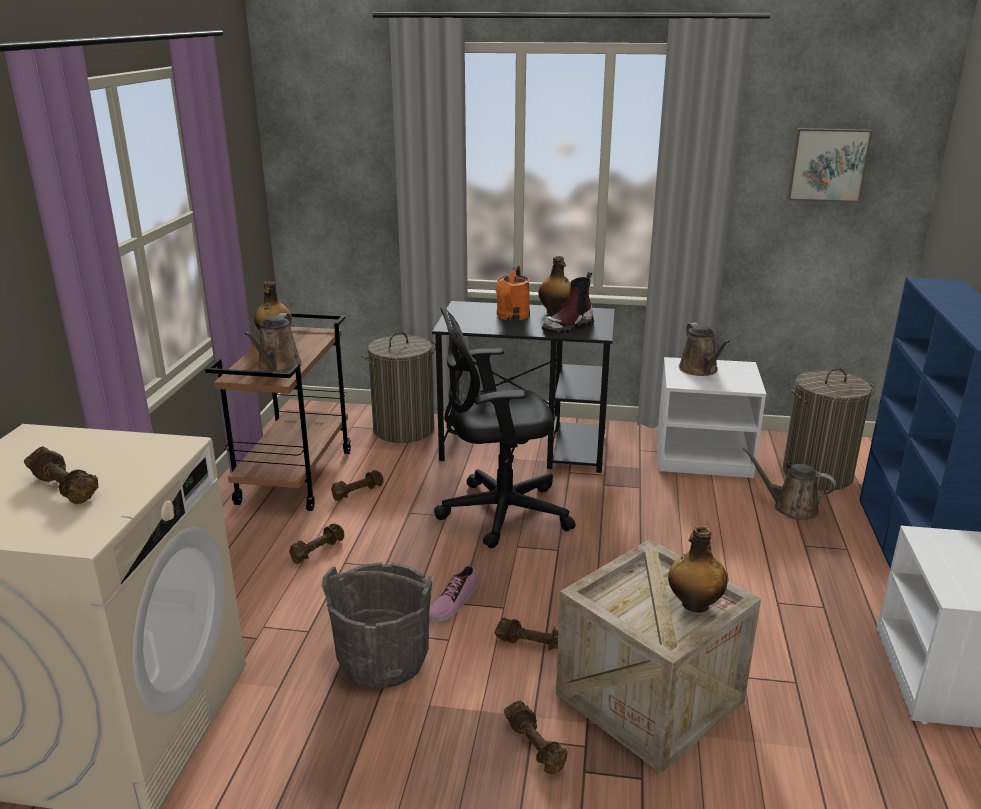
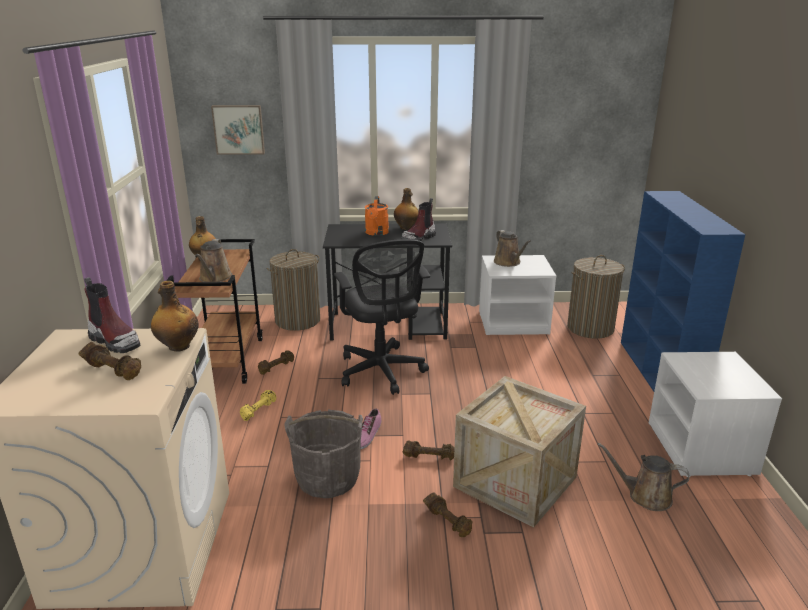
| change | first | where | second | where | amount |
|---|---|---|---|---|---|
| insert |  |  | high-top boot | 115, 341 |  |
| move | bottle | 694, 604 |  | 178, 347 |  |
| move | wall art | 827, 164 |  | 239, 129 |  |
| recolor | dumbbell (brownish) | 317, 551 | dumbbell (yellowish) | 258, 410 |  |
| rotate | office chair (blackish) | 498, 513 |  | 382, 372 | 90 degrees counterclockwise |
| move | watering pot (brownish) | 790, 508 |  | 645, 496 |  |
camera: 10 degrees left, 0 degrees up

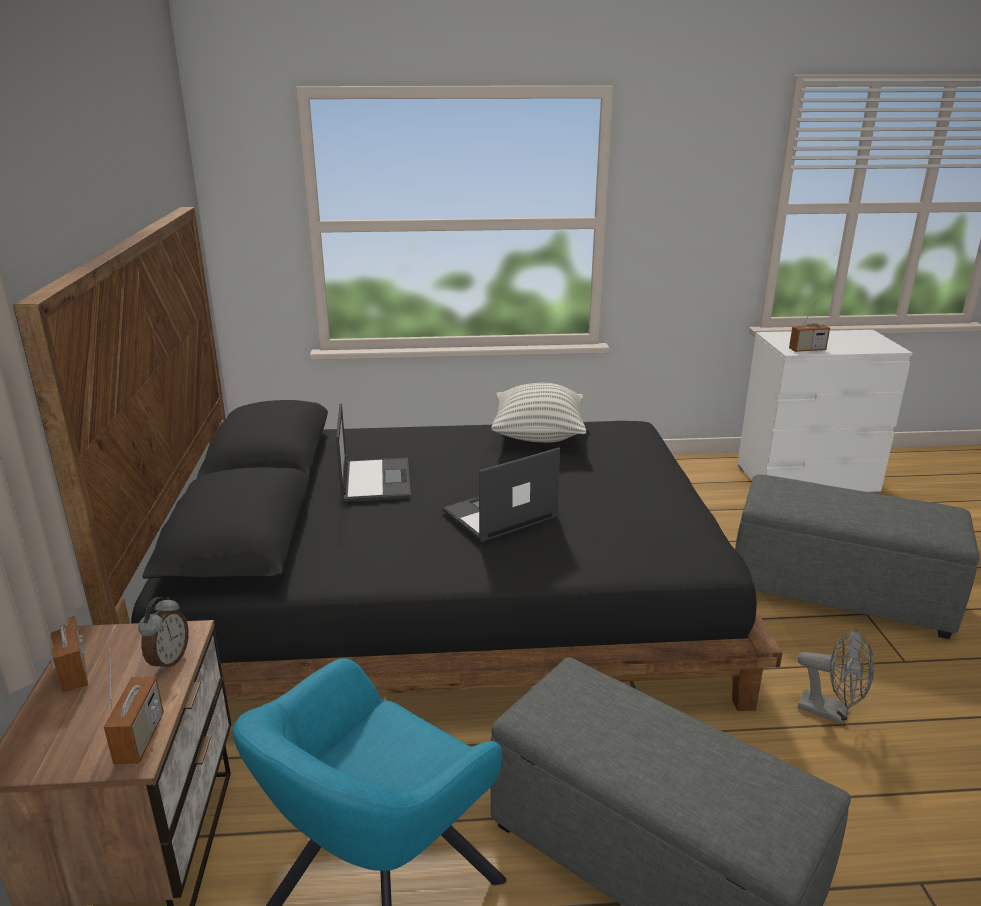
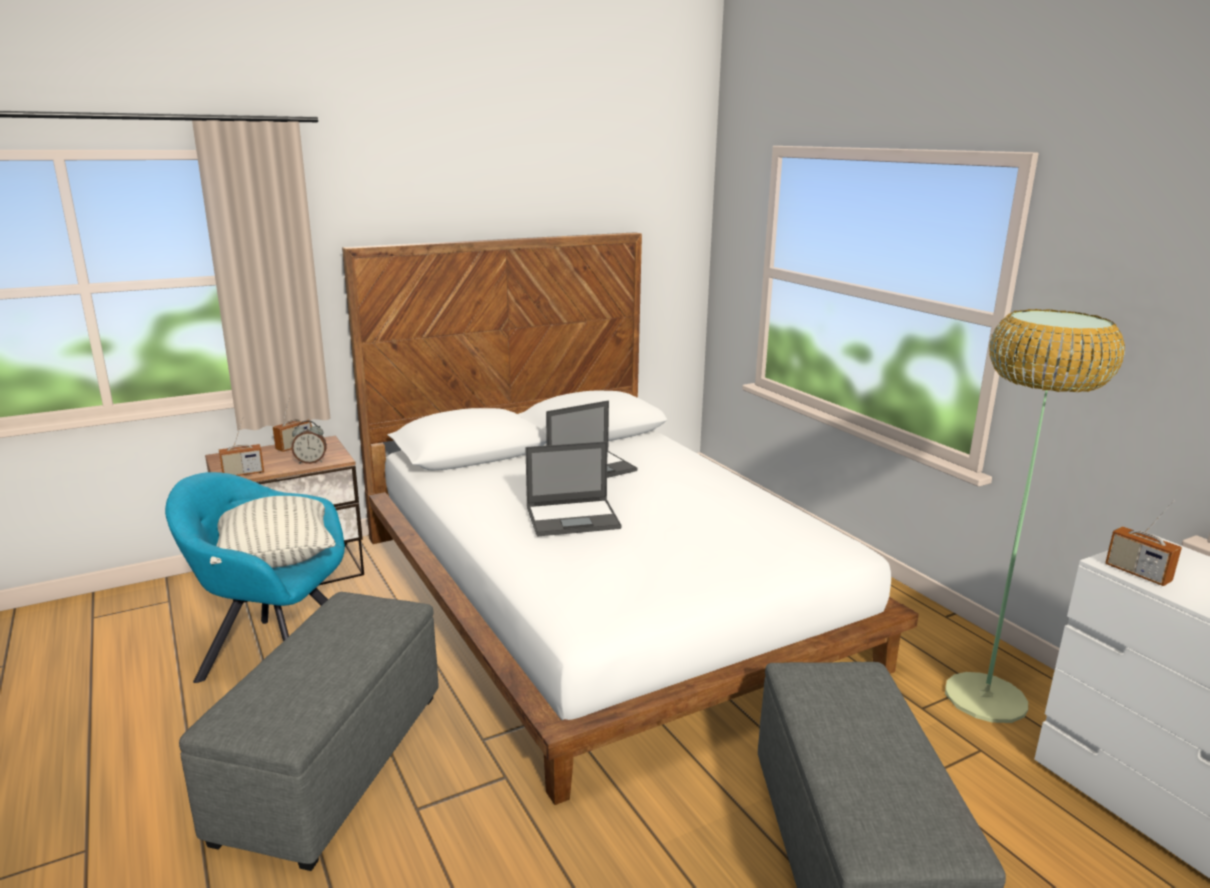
| change | first | where | second | where | amount |
|---|---|---|---|---|---|
| move | cushion | 538, 436 |  | 277, 557 |  |
| recolor | sleeping bed (blackish) | 448, 597 | sleeping bed (white-coloured) | 603, 597 |  |
| rotate | portable computer | 499, 514 |  | 574, 518 | 135 degrees clockwise |
| insert |  |  | floor lamp | 986, 698 |  |
| delete | electric fan (greyish) | 831, 712 |  |  |  |
camera: 65 degrees right, 5 degrees down

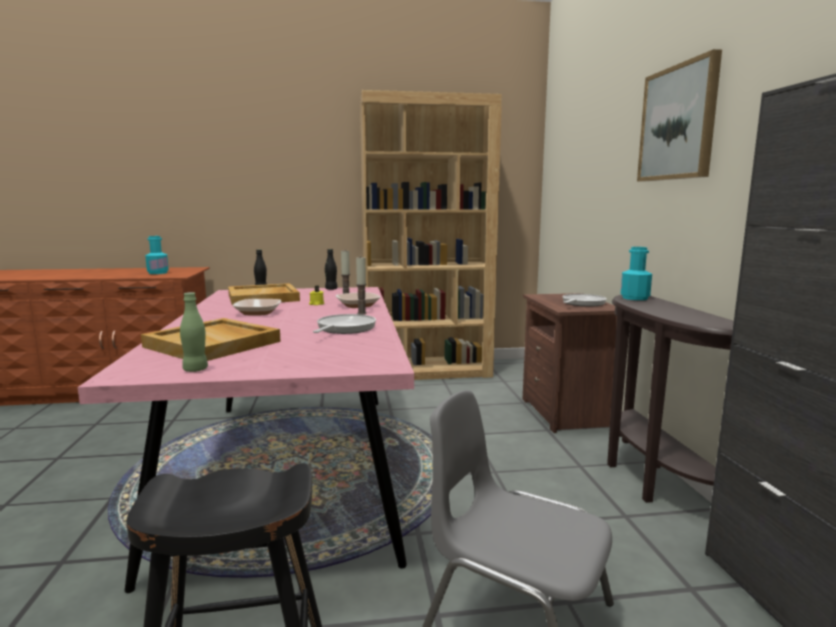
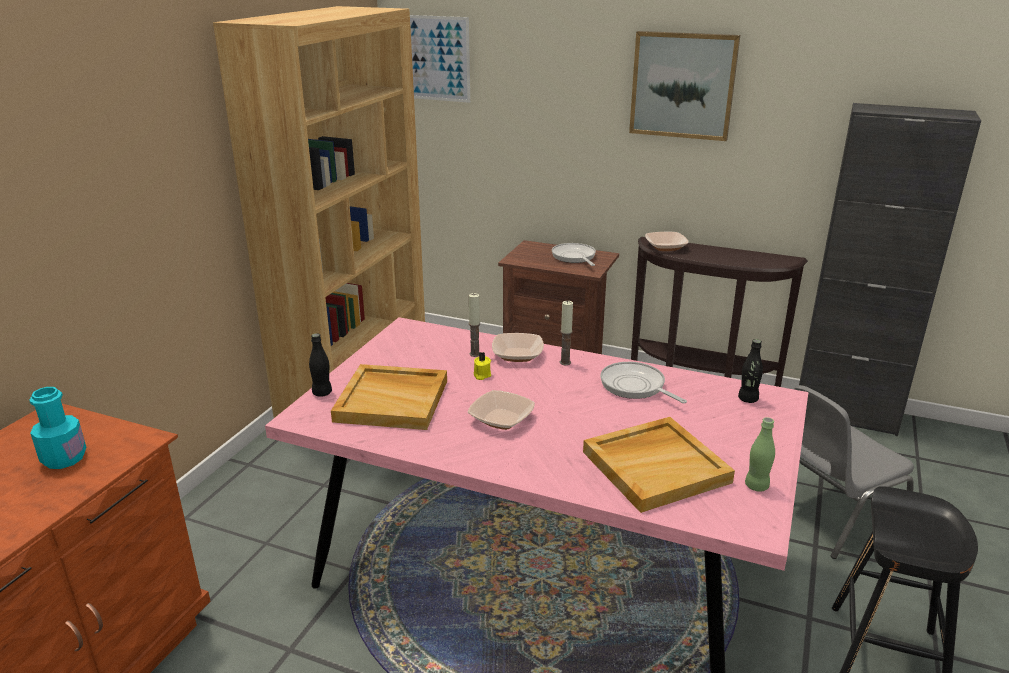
| change | first | where | second | where | amount |
|---|---|---|---|---|---|
| insert |  |  | wall art | 433, 58 |  |
| replace | bottle (blue-green) | 634, 298 | deep dish | 665, 247 |  |
| move | bottle (blackish) | 331, 289 |  | 747, 399 |  |
camera: 60 degrees left, 15 degrees up

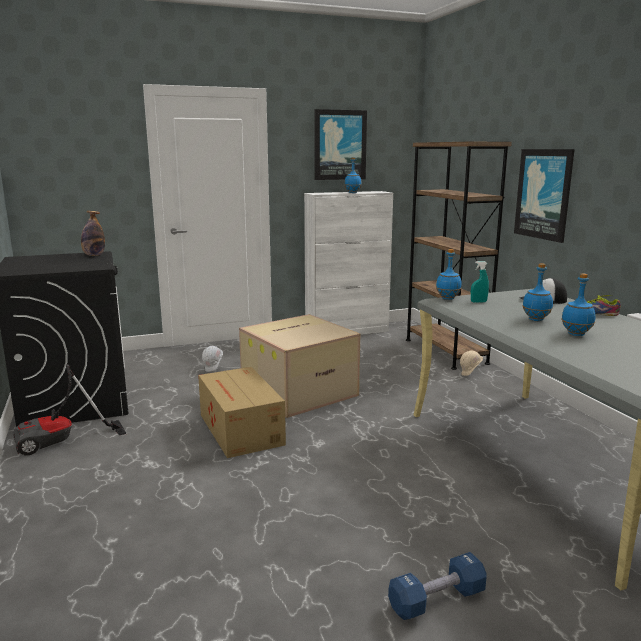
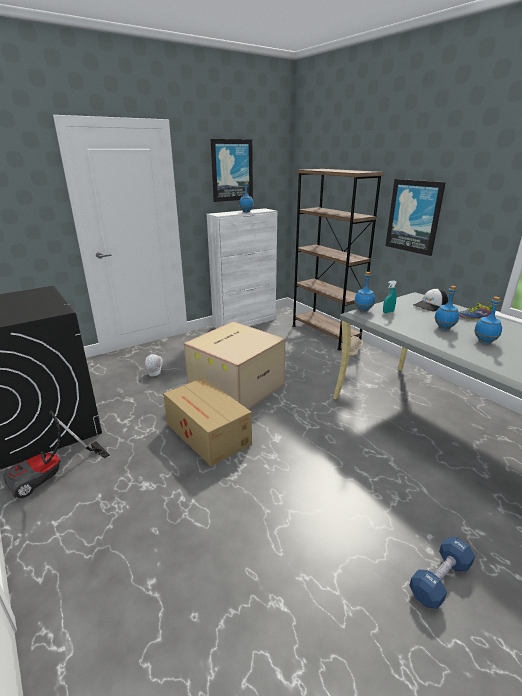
| change | first | where | second | where | amount |
|---|---|---|---|---|---|
| delete | bottle | 94, 255 |  |  |  |
camera: 15 degrees left, 10 degrees up

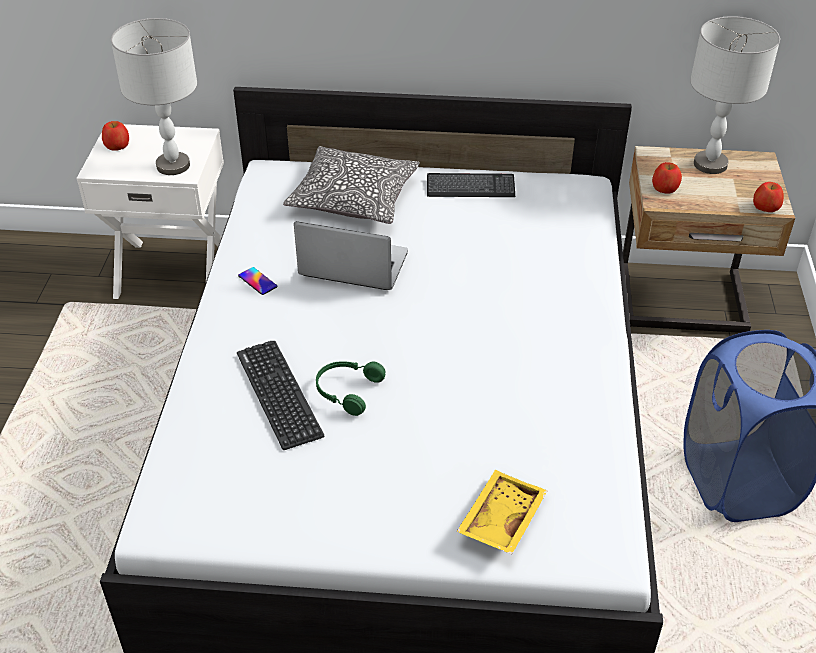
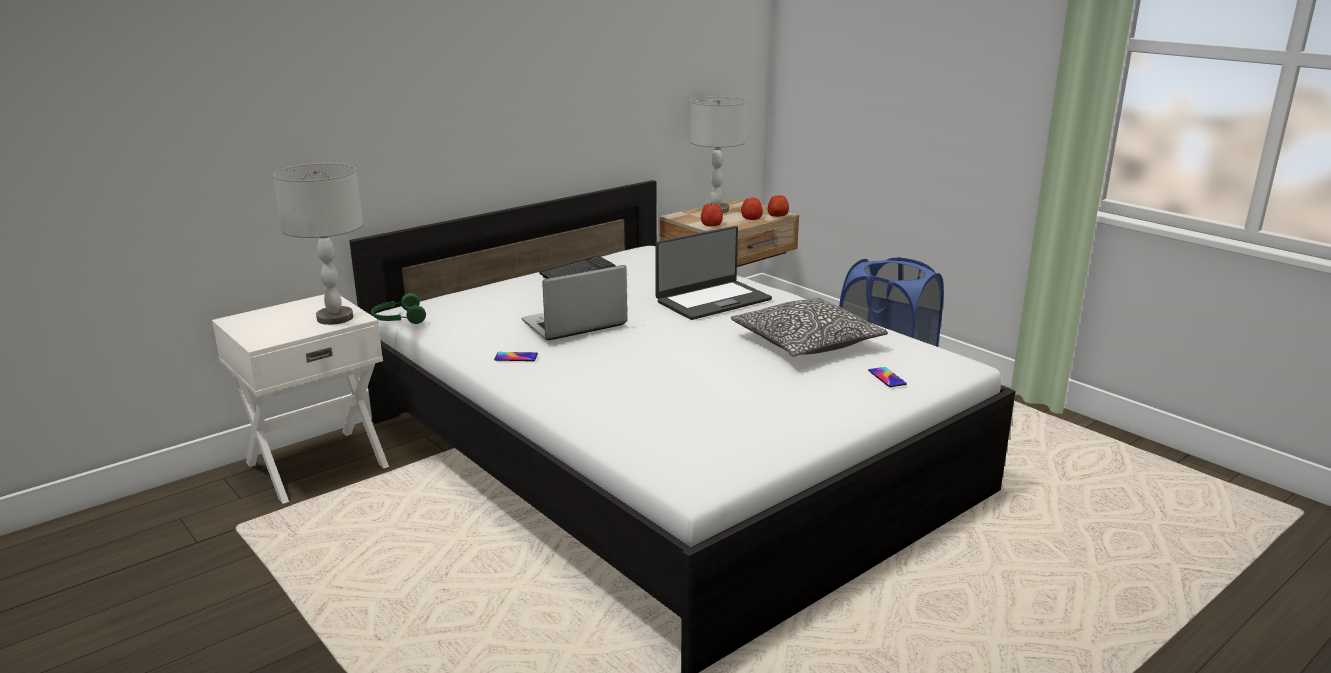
| change | first | where | second | where | amount |
|---|---|---|---|---|---|
| move | pair of headphones (greenish) | 347, 391 |  | 398, 319 |  |
| insert |  |  | portable computer | 712, 300 |  |
| move | cushion | 354, 198 |  | 806, 343 |  |
| move | whole apple | 117, 145 |  | 751, 218 |  |
| replace | serving tray (yellowish) | 500, 519 | handset | 887, 377 |  |
| delete | PC keyboard | 279, 394 |  |  |  |
camera: 45 degrees left, 20 degrees down

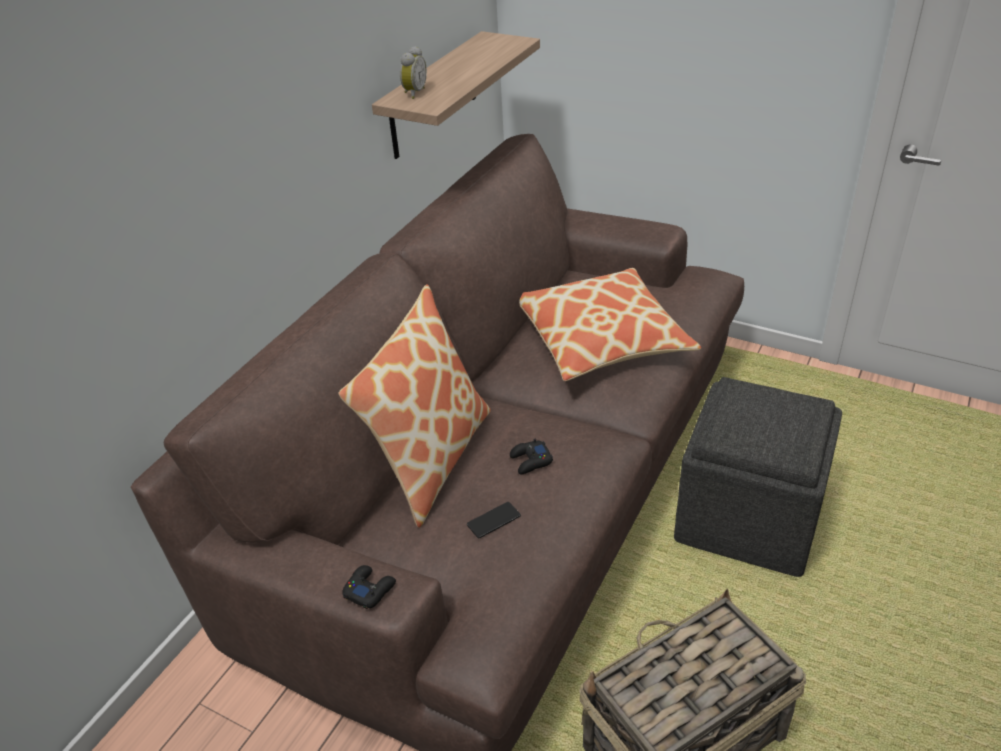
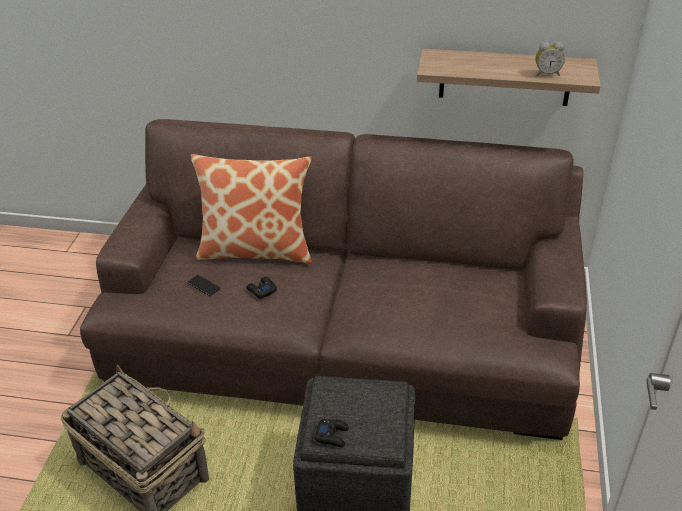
| change | first | where | second | where | amount |
|---|---|---|---|---|---|
| move | joypad (blackish) | 369, 589 |  | 332, 435 |  |
| move | table clock | 413, 93 |  | 547, 74 |  |
| delete | cushion | 601, 338 |  |  |  |
camera: 70 degrees right, 0 degrees up

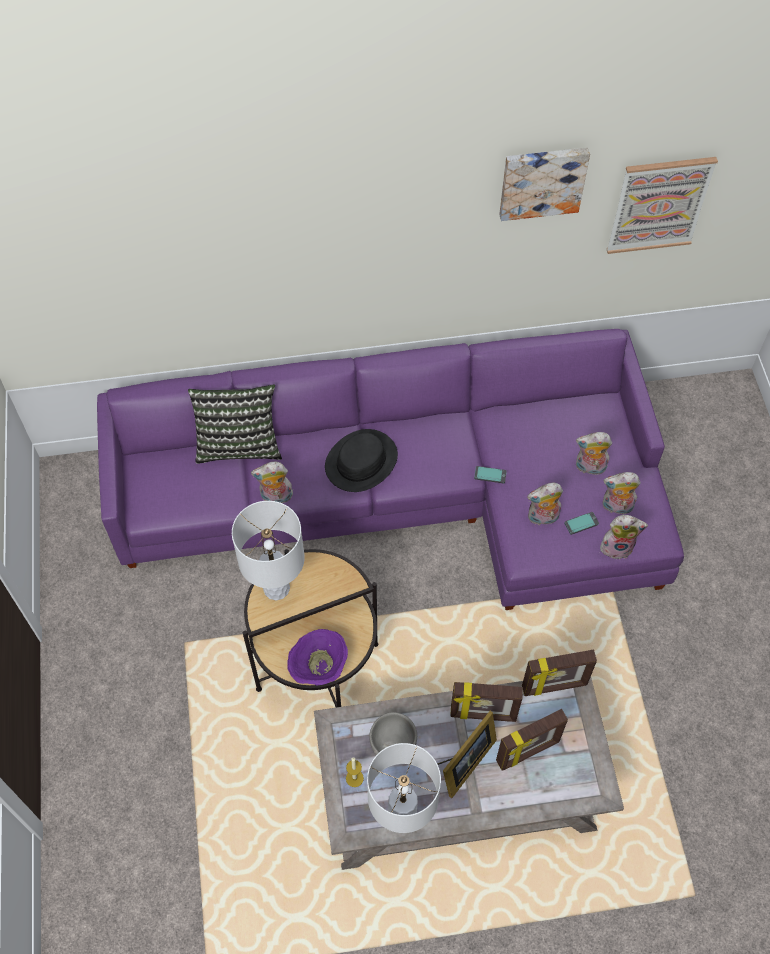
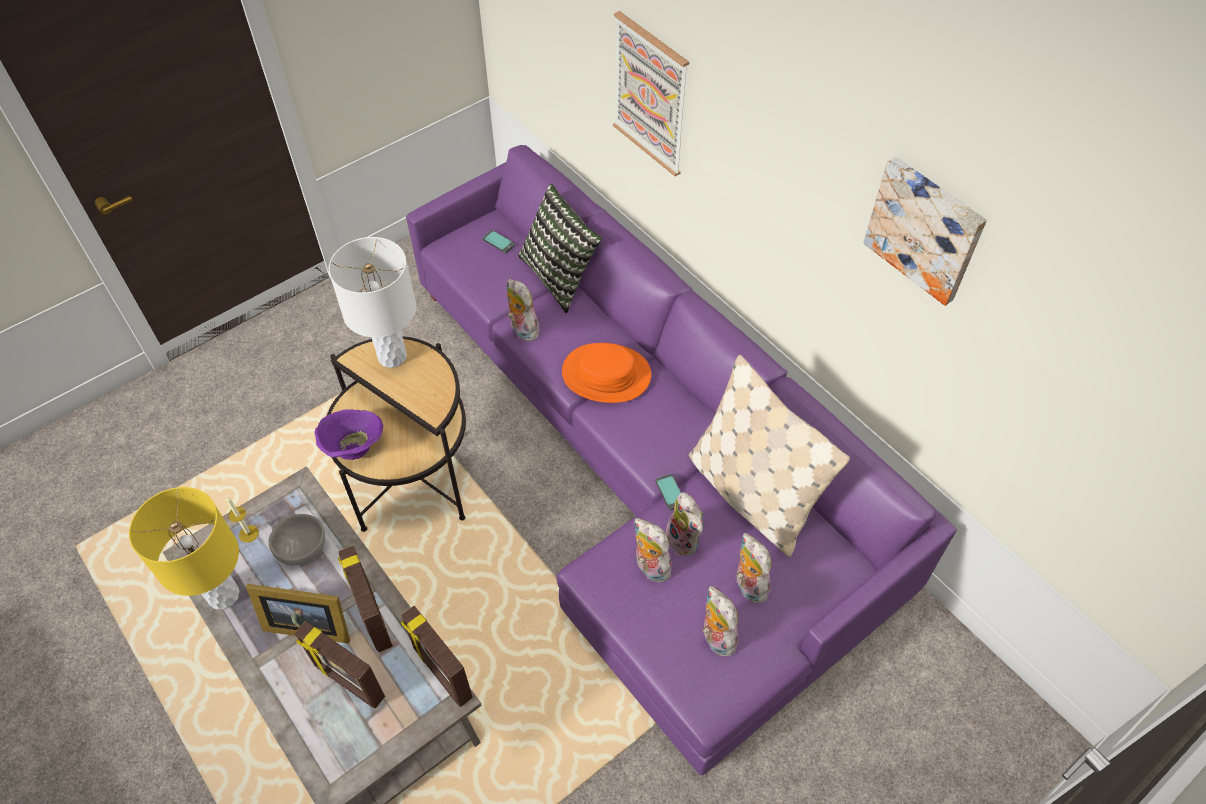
| change | first | where | second | where | amount |
|---|---|---|---|---|---|
| recolor | lamp for a table (white-coloured) | 402, 817 | lamp for a table (yellowish) | 223, 595 |  |
| move | handset | 581, 523 |  | 498, 242 |  |
| recolor | hat (blackish) | 361, 461 | hat (orangey) | 606, 374 |  |
| move | wall art | 659, 204 |  | 650, 94 |  |
| move | soft toy | 617, 546 |  | 685, 540 |  |
| insert |  |  | cushion (beige) | 751, 495 |  |
camera: 60 degrees right, 5 degrees down

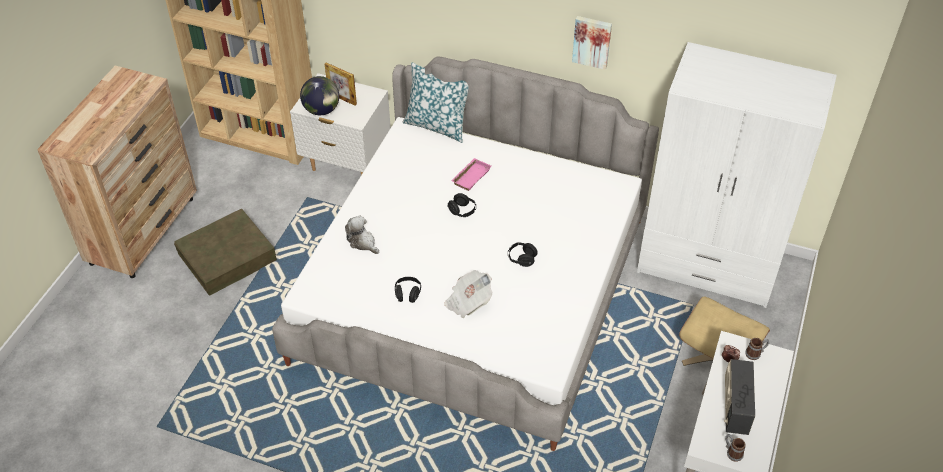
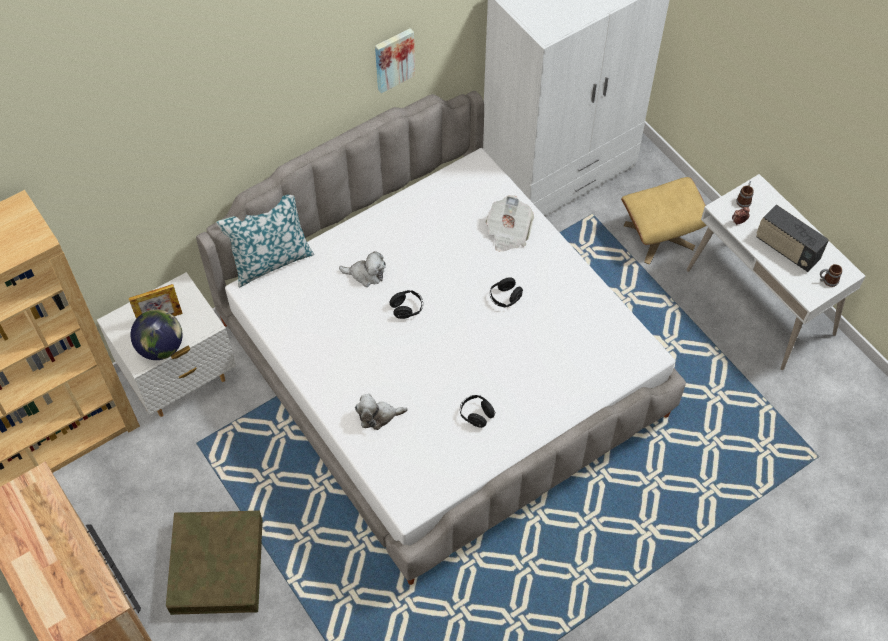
| change | first | where | second | where | amount |
|---|---|---|---|---|---|
| replace | serving tray (pinkish) | 470, 176 | soft toy | 366, 274 |  |
| move | printed paper | 468, 302 |  | 508, 232 |  |
camera: 55 degrees left, 10 degrees up

